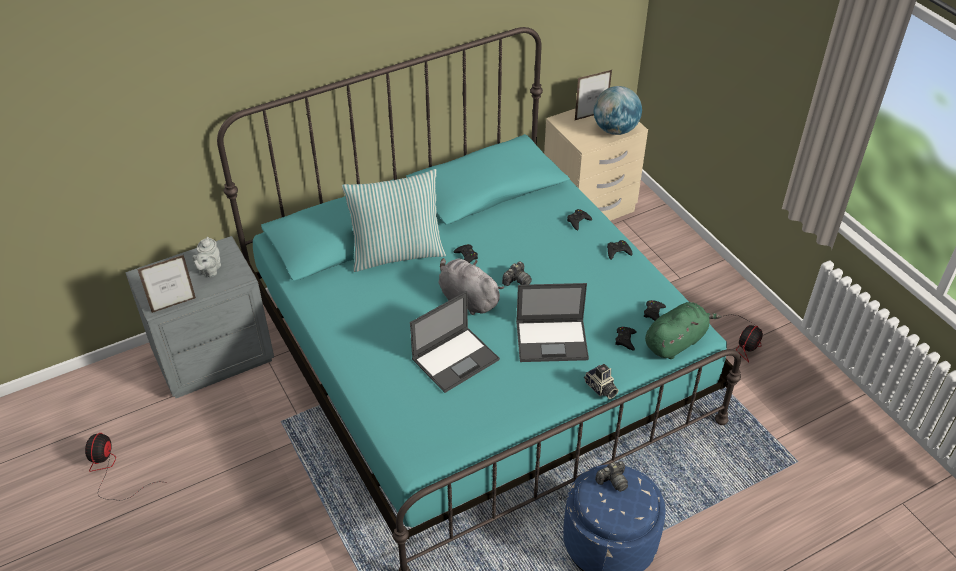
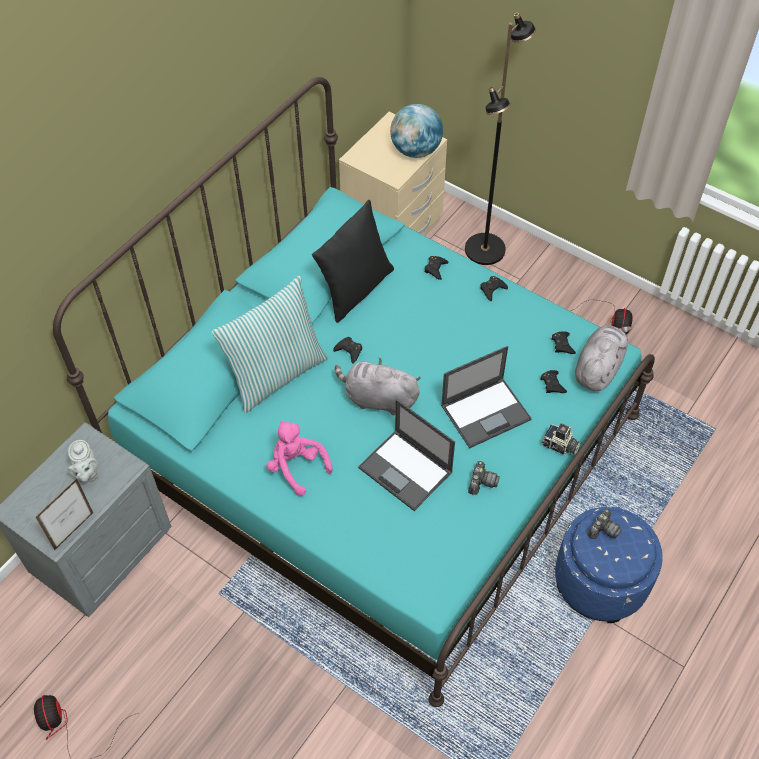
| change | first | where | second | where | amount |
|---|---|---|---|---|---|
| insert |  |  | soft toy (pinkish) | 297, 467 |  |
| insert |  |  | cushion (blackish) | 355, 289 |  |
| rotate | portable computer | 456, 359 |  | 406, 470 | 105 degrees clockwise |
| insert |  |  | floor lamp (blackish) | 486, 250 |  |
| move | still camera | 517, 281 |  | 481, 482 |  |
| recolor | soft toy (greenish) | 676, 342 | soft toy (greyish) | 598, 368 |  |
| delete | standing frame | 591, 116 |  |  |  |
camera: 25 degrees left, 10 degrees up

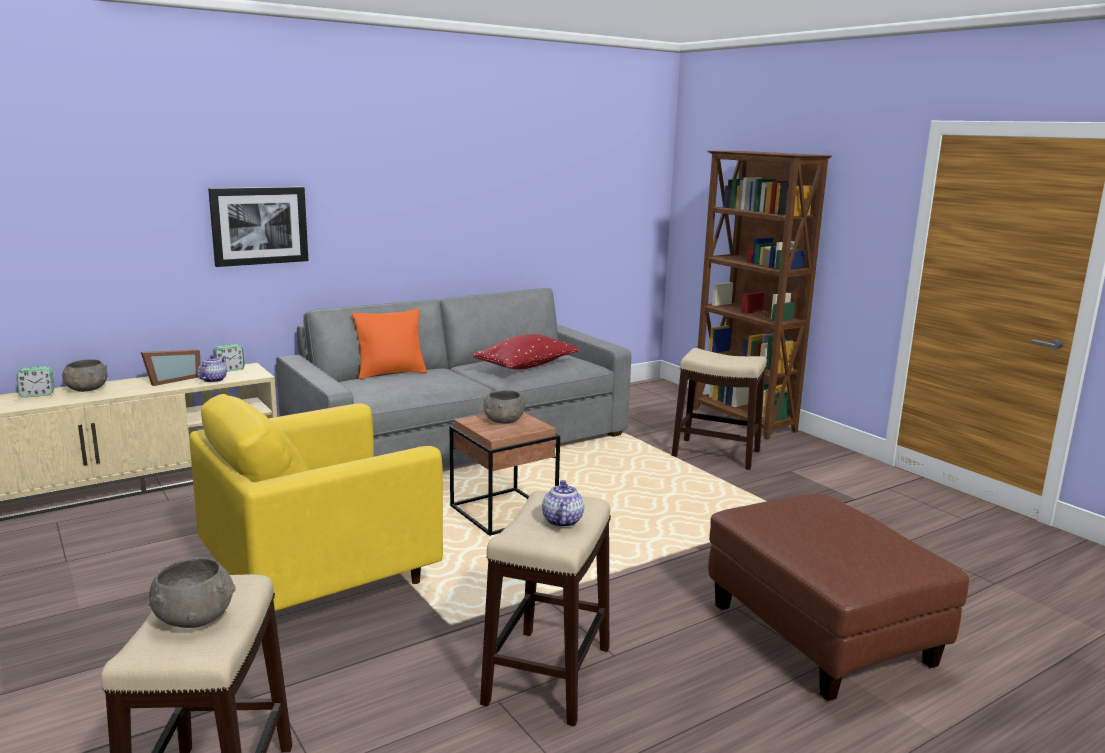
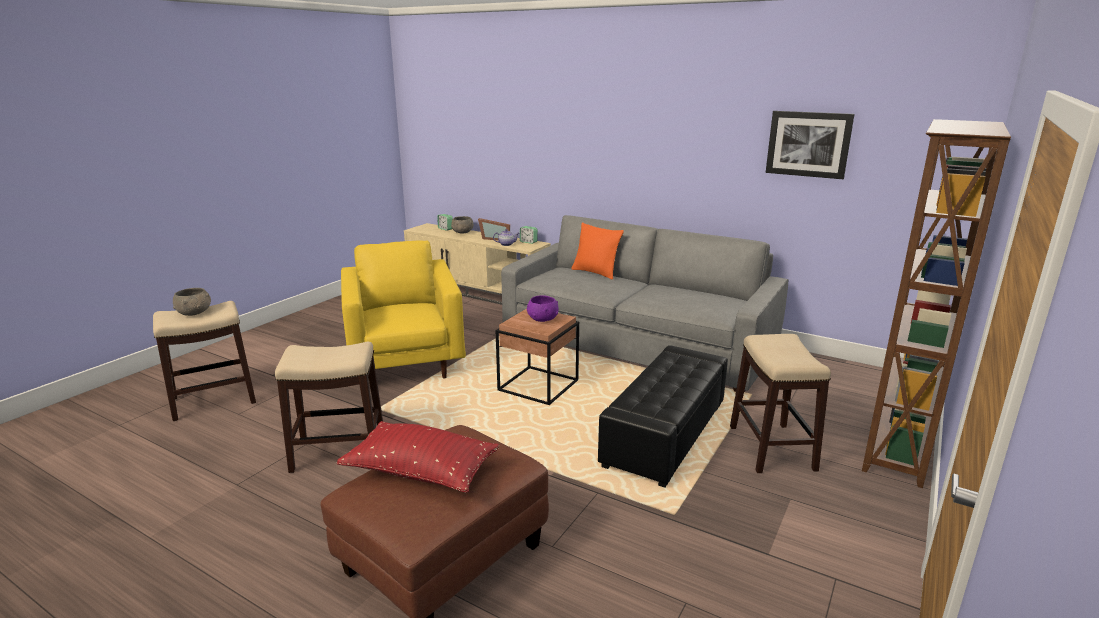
| change | first | where | second | where | amount |
|---|---|---|---|---|---|
| move | cushion (red) | 526, 366 |  | 421, 472 |  |
| rotate | lounge chair (yellowish) | 322, 581 |  | 406, 363 | 45 degrees clockwise |
| recolor | deep dish (greyish) | 503, 421 | deep dish (purple) | 542, 319 |  |
| insert |  |  | ottoman (blackish) | 664, 434 |  |
| move | wall art | 259, 225 |  | 808, 144 |  |
| delete | pot for tea | 562, 521 |  |  |  |
camera: 65 degrees right, 5 degrees up

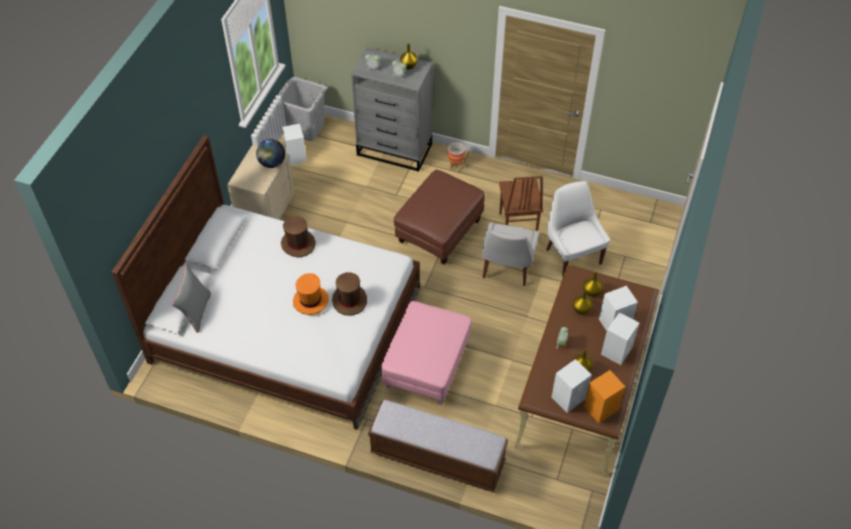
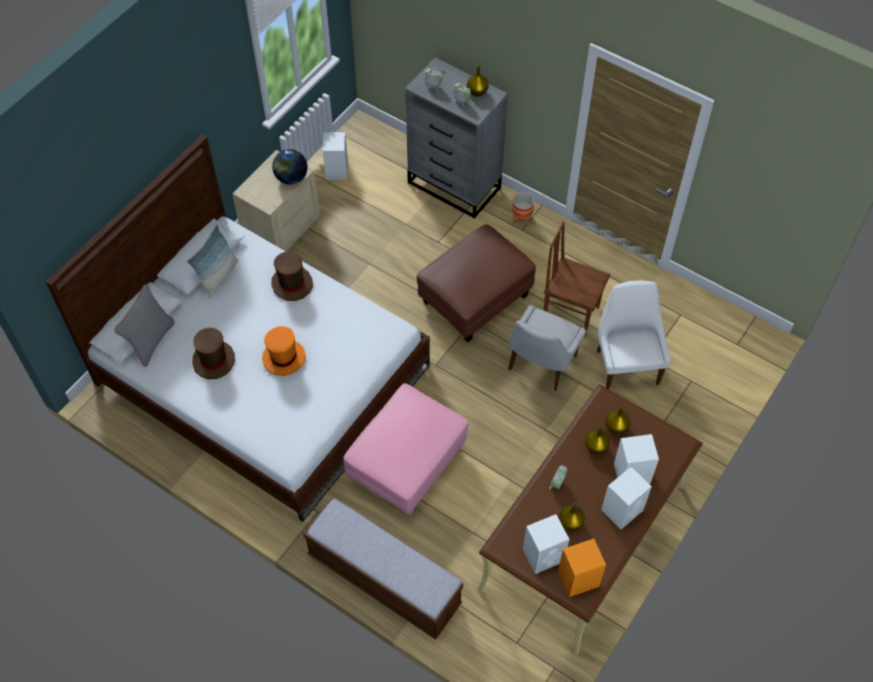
| change | first | where | second | where | amount |
|---|---|---|---|---|---|
| insert |  |  | cushion | 218, 277 |  |
| move | hat (brownish) | 349, 300 |  | 214, 360 |  |
| rotate | chair (brownish) | 517, 226 |  | 570, 313 | 105 degrees clockwise |
| delete | laundry basket (greyish) | 306, 128 |  |  |  |
camera: 15 degrees right, 5 degrees up

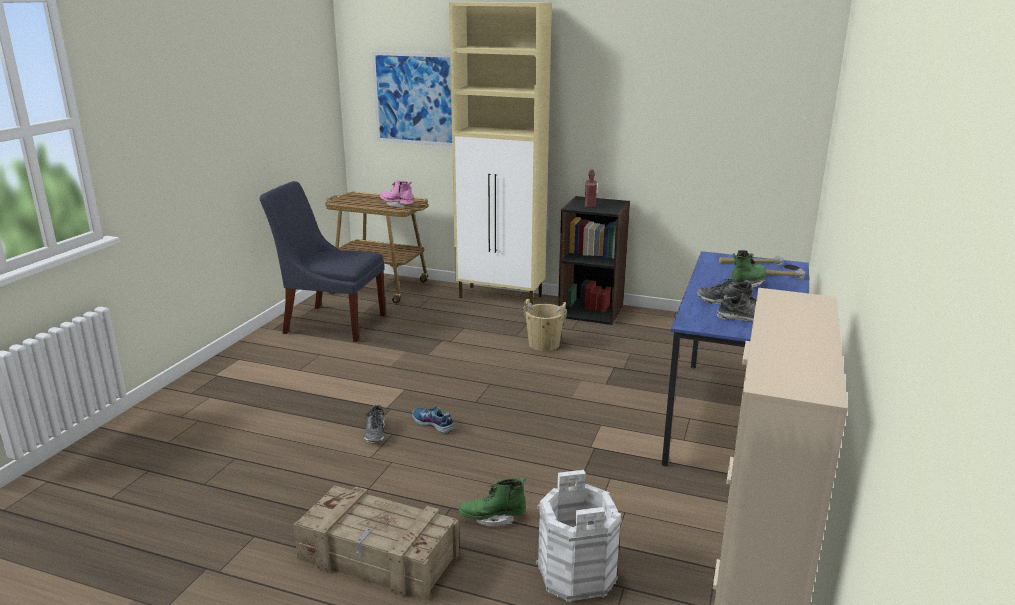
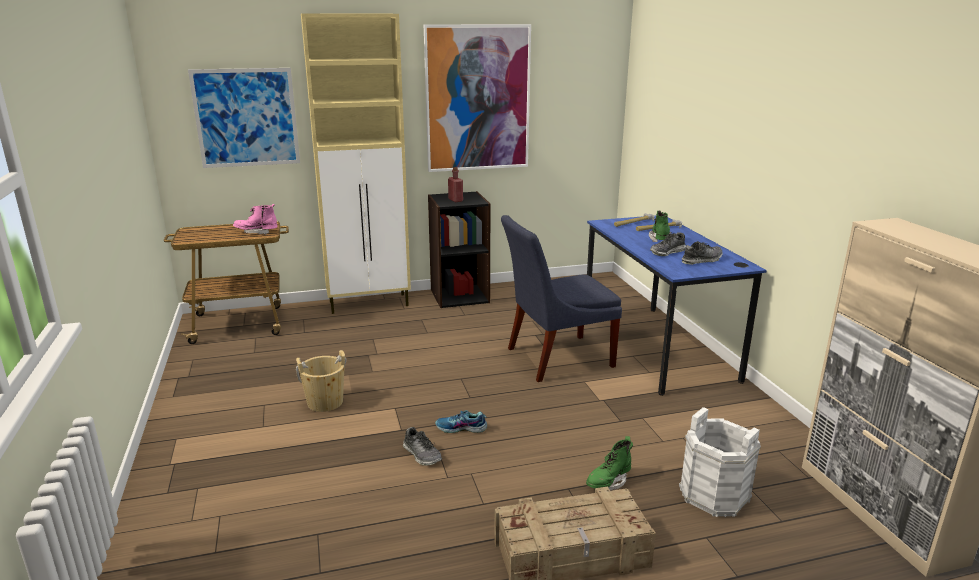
| change | first | where | second | where | amount |
|---|---|---|---|---|---|
| move | bucket (beige) | 544, 344 |  | 325, 402 |  |
| insert |  |  | wall art | 477, 99 |  |
| move | chair (bluish) | 331, 323 |  | 555, 358 |  |
camera: 35 degrees left, 0 degrees up

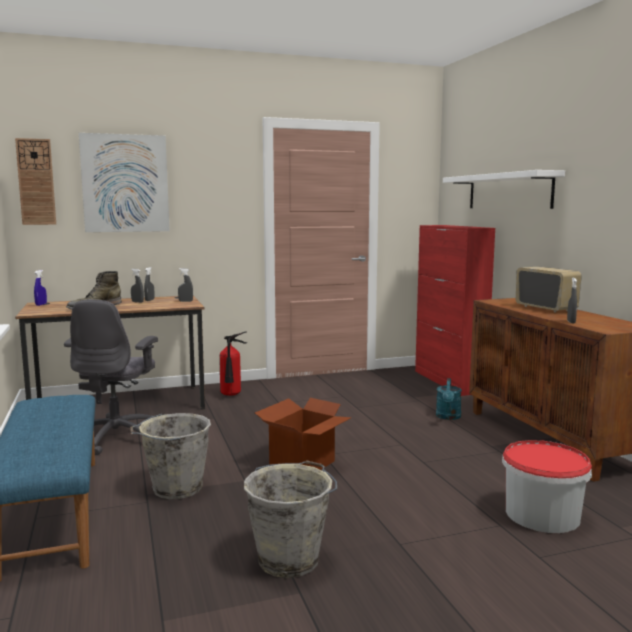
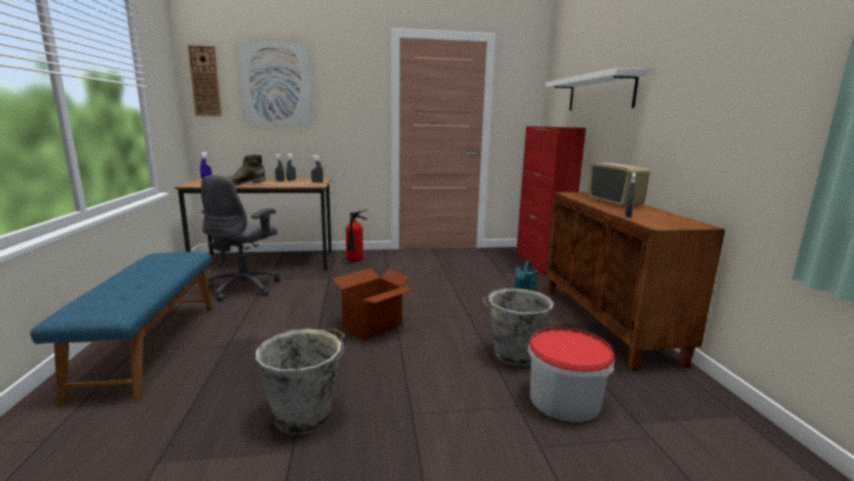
| change | first | where | second | where | amount |
|---|---|---|---|---|---|
| move | bucket (greyish) | 175, 488 |  | 514, 355 |  |
camera: 10 degrees right, 5 degrees up

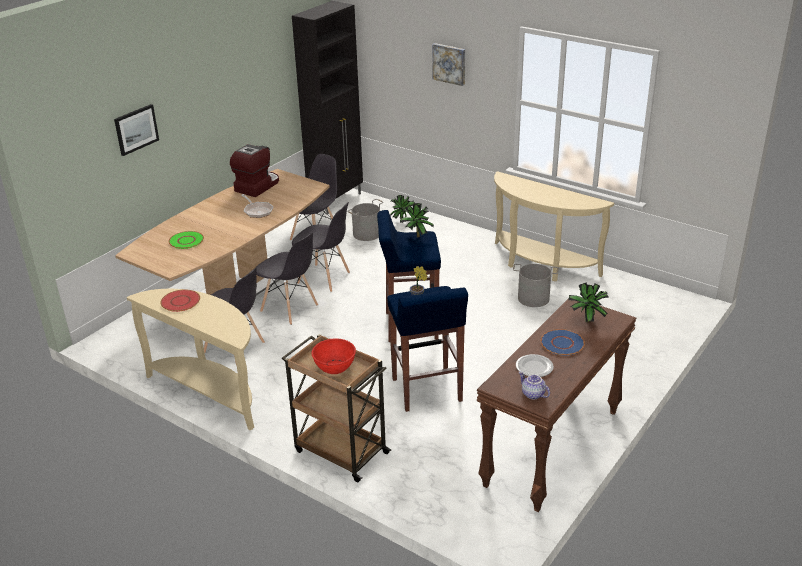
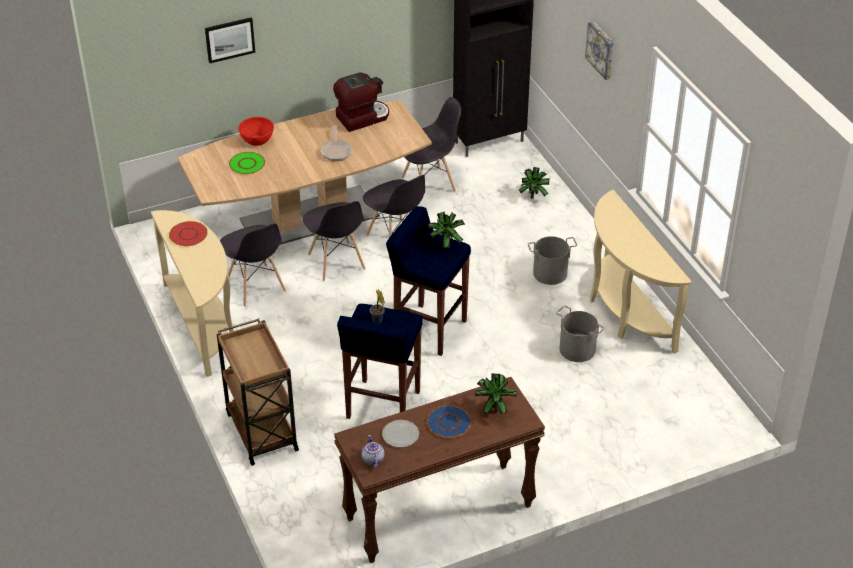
| change | first | where | second | where | amount |
|---|---|---|---|---|---|
| move | deep dish (red) | 334, 367 |  | 257, 140 |  |
| move | bucket (greyish) | 367, 234 |  | 550, 273 |  |
camera: 30 degrees right, 10 degrees up

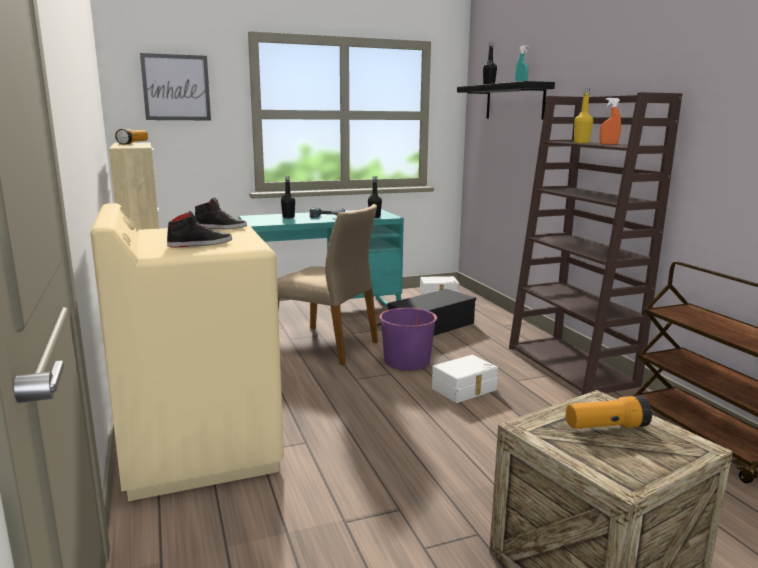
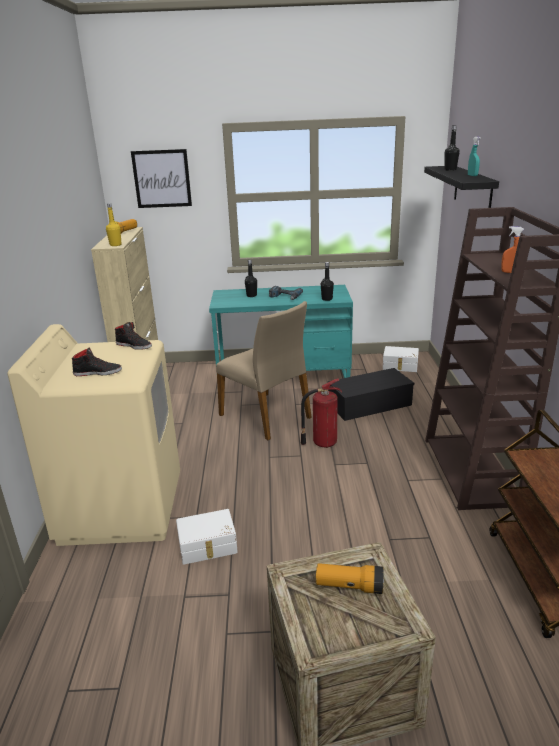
| change | first | where | second | where | amount |
|---|---|---|---|---|---|
| move | bottle (yellowish) | 581, 142 |  | 115, 245 |  |
| move | storage box (white-coloured) | 465, 389 |  | 208, 546 |  |
| replace | bucket (purple) | 406, 361 | extinguisher | 323, 443 |  |
camera: 20 degrees right, 10 degrees up

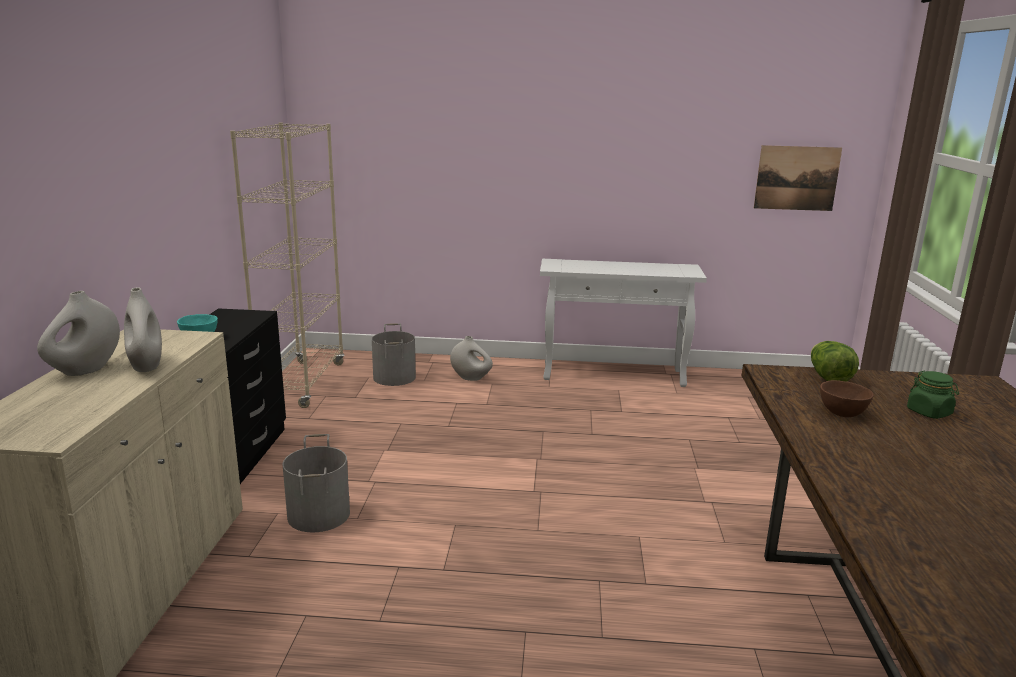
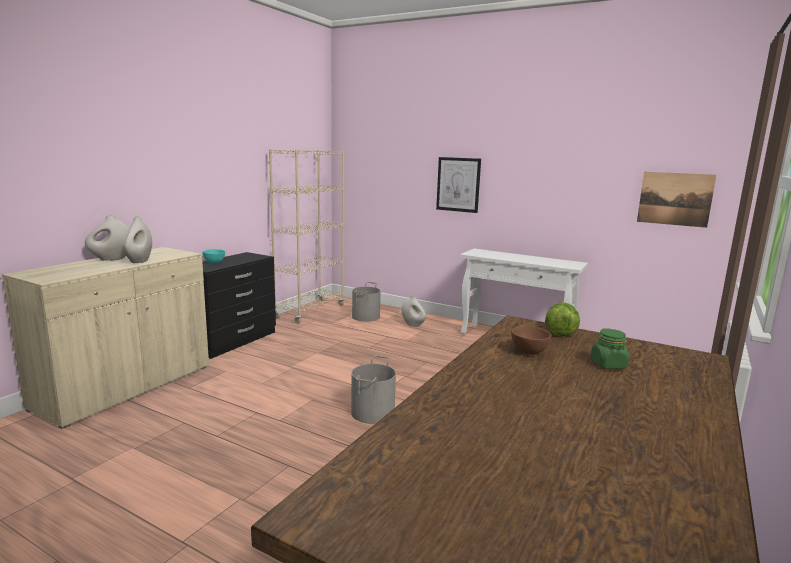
| change | first | where | second | where | amount |
|---|---|---|---|---|---|
| move | bucket (greyish) | 319, 514 |  | 373, 412 |  |
| insert |  |  | wall art | 458, 184 |  |
camera: 25 degrees right, 5 degrees down

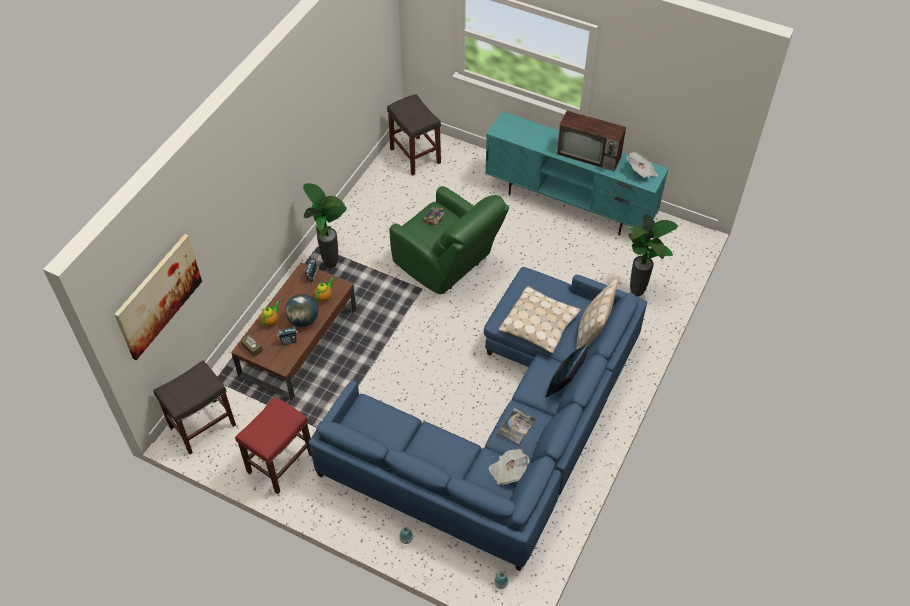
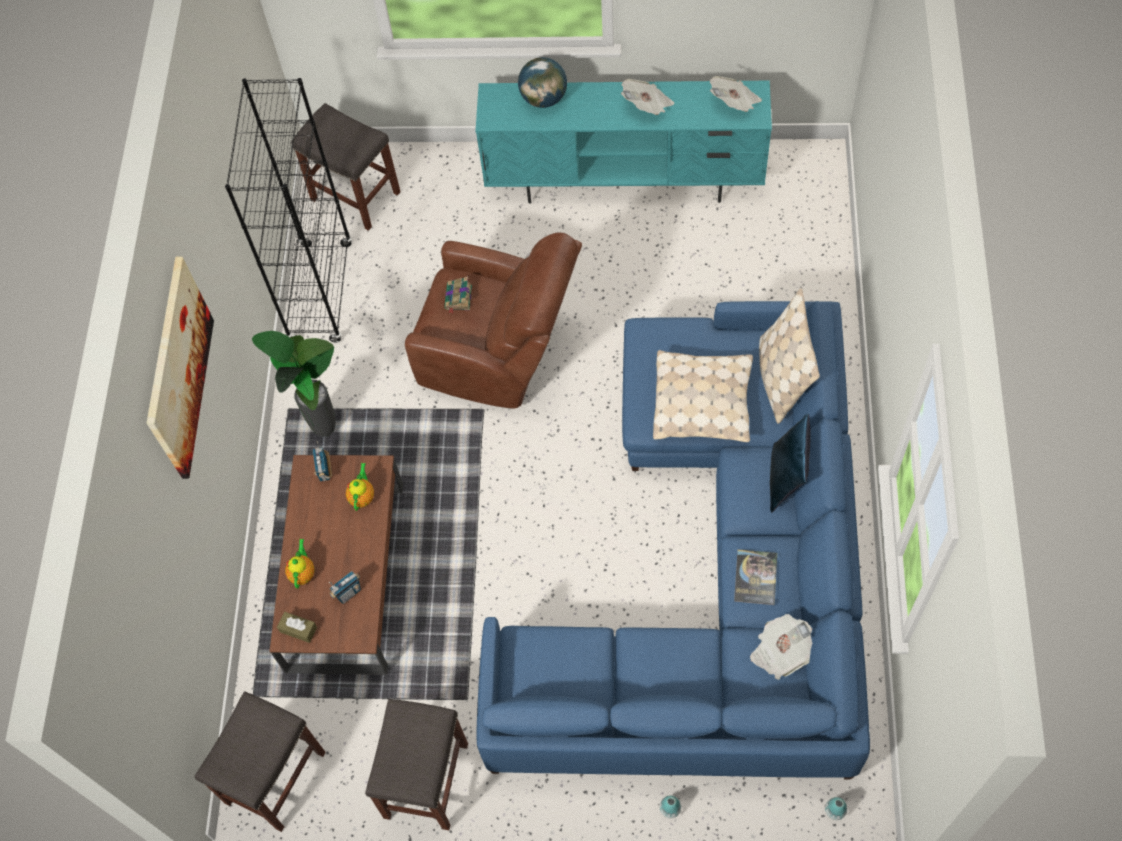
| change | first | where | second | where | amount |
|---|---|---|---|---|---|
| move | wall art | 158, 296 |  | 178, 368 |  |
| insert |  |  | shelving unit (blackish) | 321, 292 |  |
| recolor | sitting stool (red) | 280, 464 | sitting stool (greyish) | 426, 782 |  |
| recolor | lounge chair (greenish) | 447, 265 | lounge chair (brownish) | 499, 354 |  |
| move | globe | 303, 319 |  | 543, 98 |  |
| replace | TV | 590, 155 | printed paper | 647, 105 |  |
| delete | potted plant | 638, 293 |  |  |  |
camera: 20 degrees left, 10 degrees up

